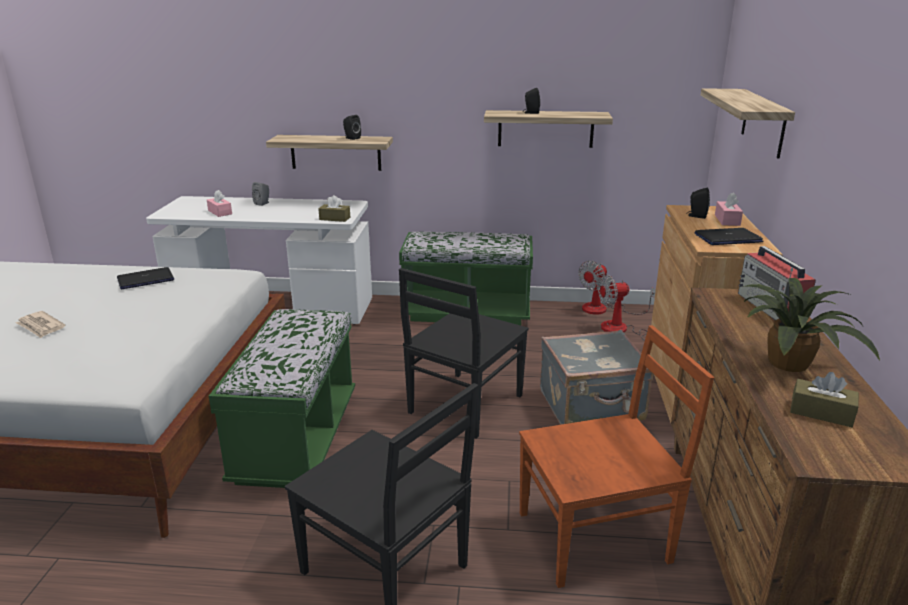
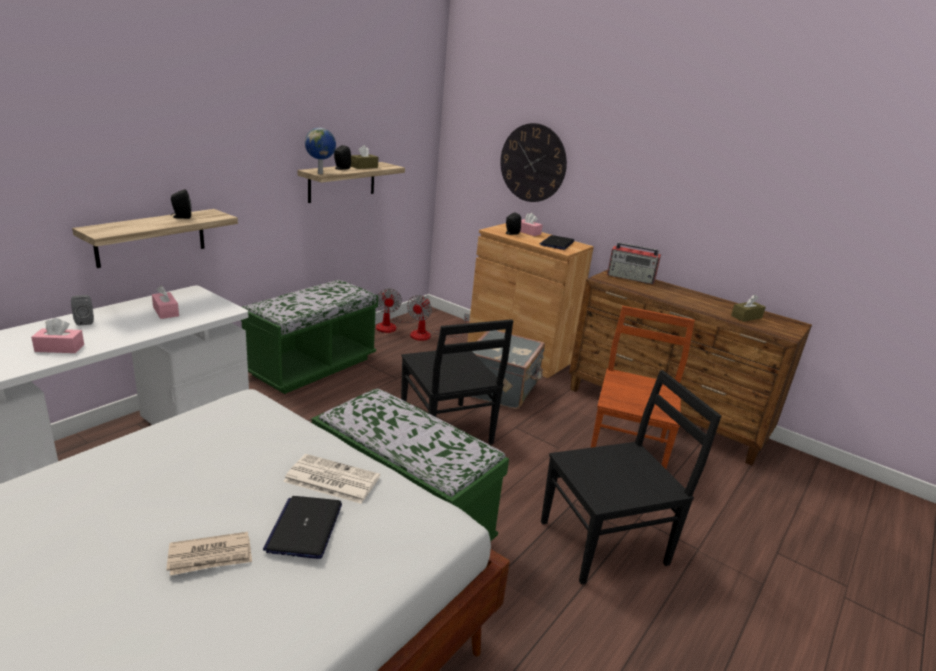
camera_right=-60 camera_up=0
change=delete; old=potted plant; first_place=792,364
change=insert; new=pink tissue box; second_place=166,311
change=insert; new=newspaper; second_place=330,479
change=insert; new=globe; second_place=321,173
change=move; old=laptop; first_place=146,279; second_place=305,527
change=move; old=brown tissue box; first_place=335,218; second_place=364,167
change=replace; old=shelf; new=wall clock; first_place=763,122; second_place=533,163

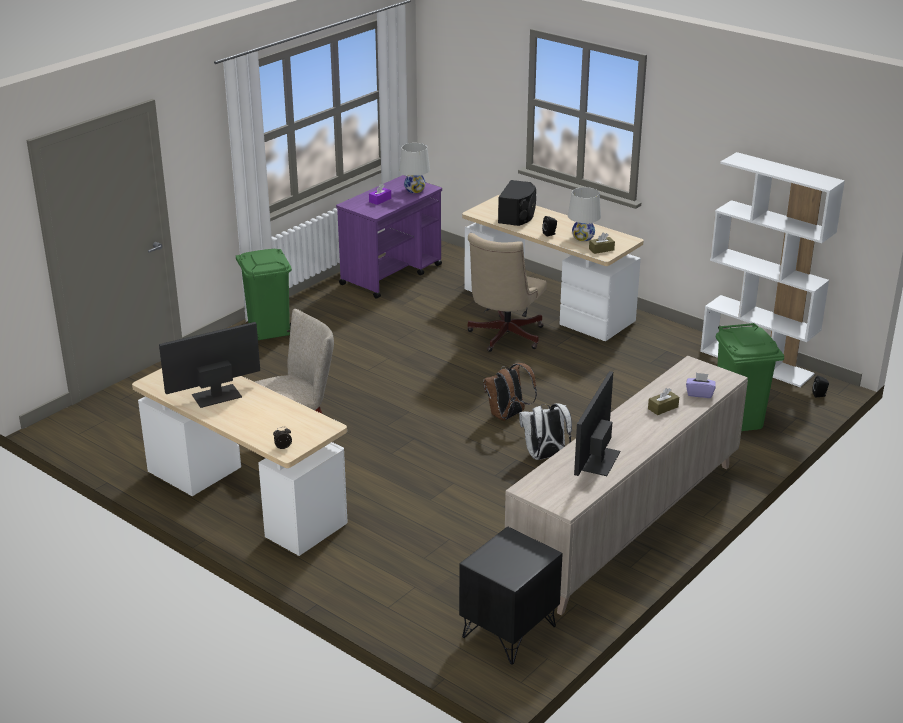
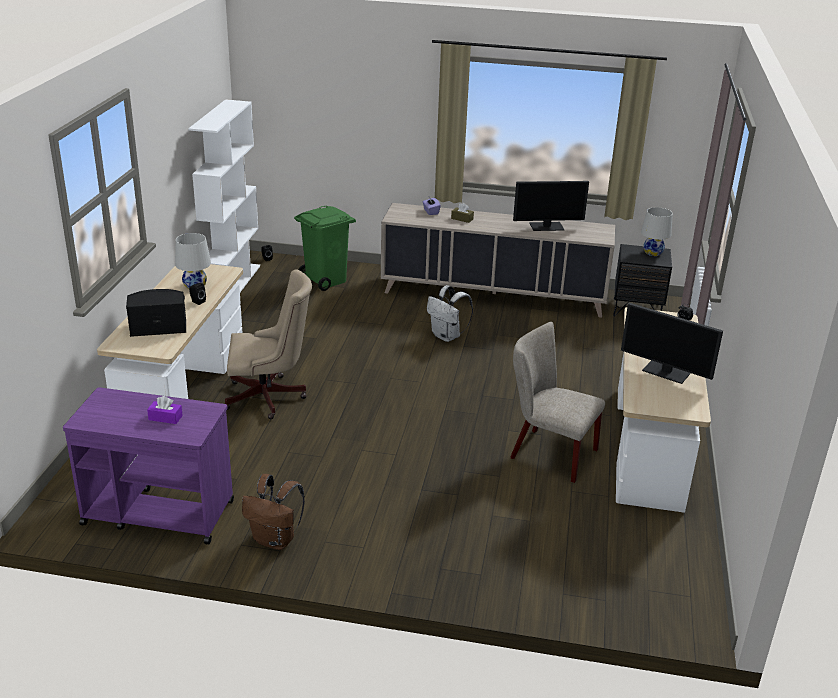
camera_right=-120 camera_up=0
change=delete; old=green trash can; first_place=270,332
change=delete; old=brown tissue box; first_place=601,249
change=move; old=white table lamp; first_place=415,190; second_place=653,253
change=move; old=brown backpack; first_place=507,416; second_place=275,540

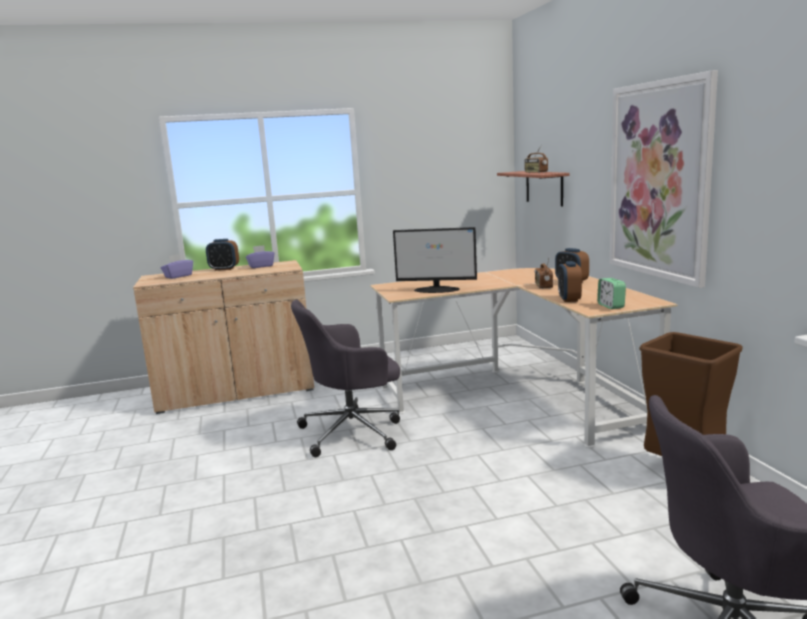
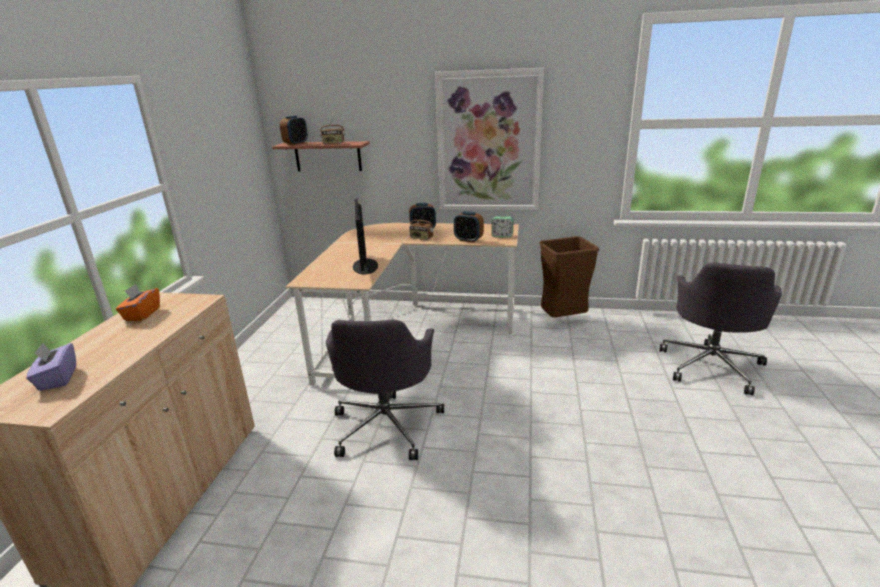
camera_right=-65 camera_up=10
change=move; old=alarm clock; first_place=224,269; second_place=296,144
change=recolor; old=purple tissue box; new=orange tissue box; first_place=261,266; second_place=142,314
change=rotate; old=monitor; first_place=437,290; second_place=365,266; degrees=135

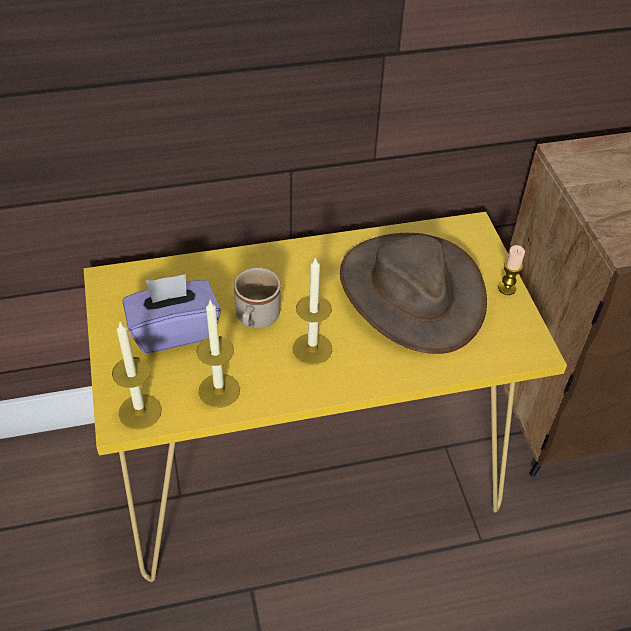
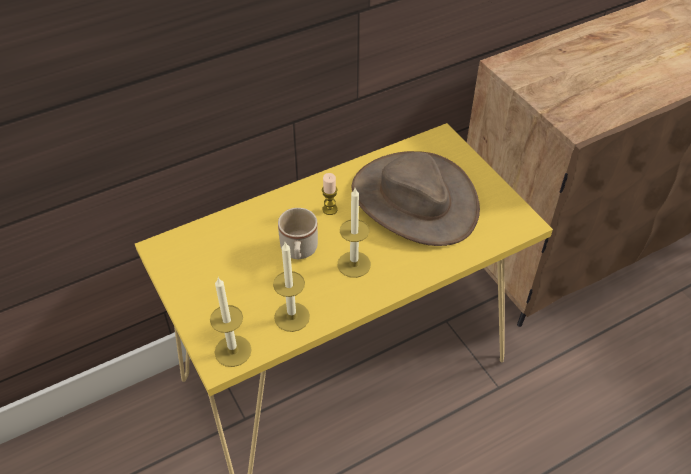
camera_right=-15 camera_up=0
change=delete; old=purple tissue box; first_place=174,330
change=move; old=candle; first_place=507,288; second_place=330,209

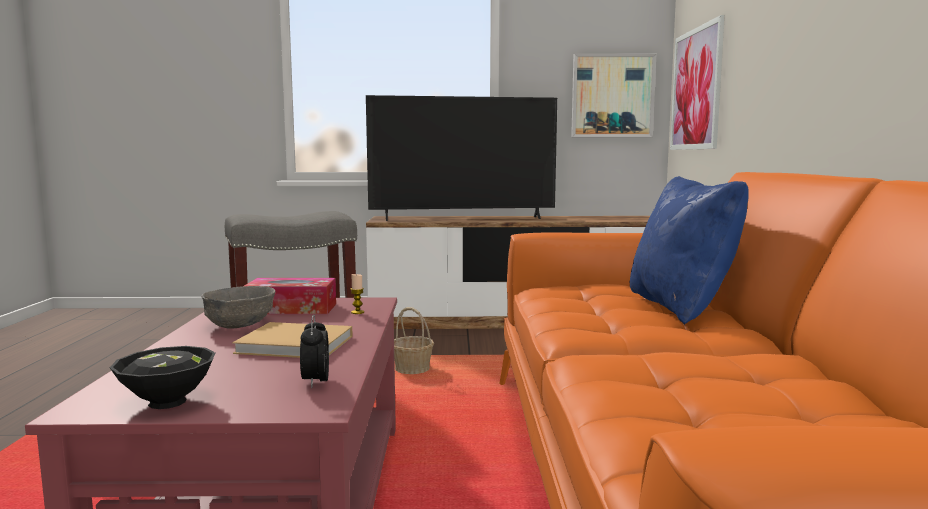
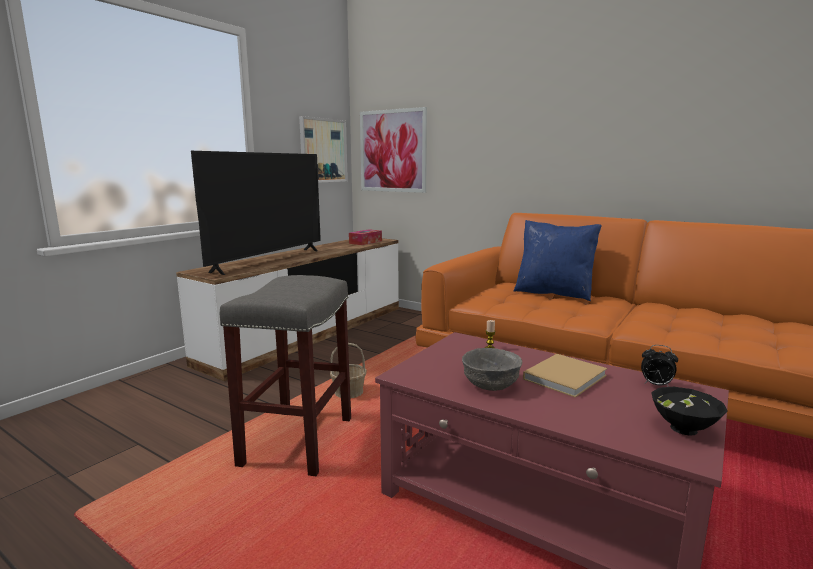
camera_right=-55 camera_up=5
change=move; old=tissue box; first_place=291,308; second_place=365,242

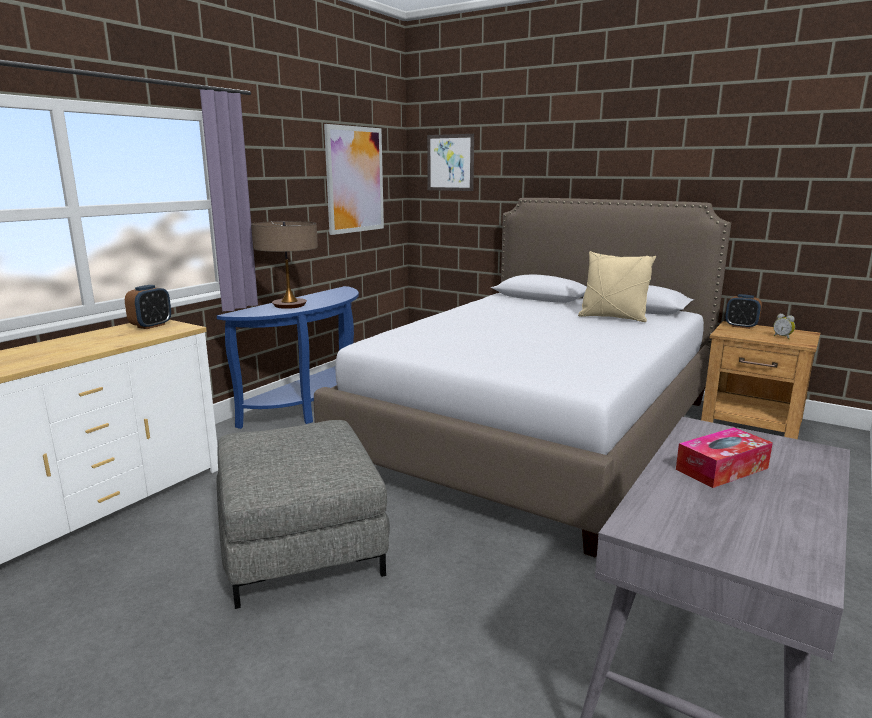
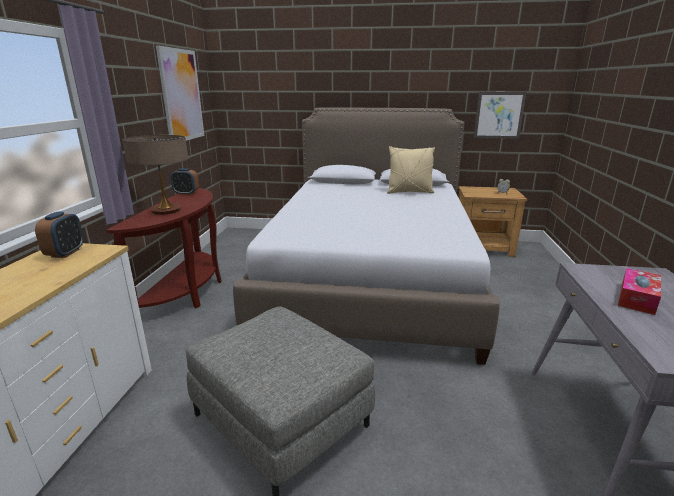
camera_right=-25 camera_up=5
change=move; old=picture; first_place=450,162; second_place=499,115
change=move; old=alarm clock; first_place=741,326; second_place=186,193
change=recolor; old=blue console table; new=brown console table; first_place=311,407; second_place=188,292

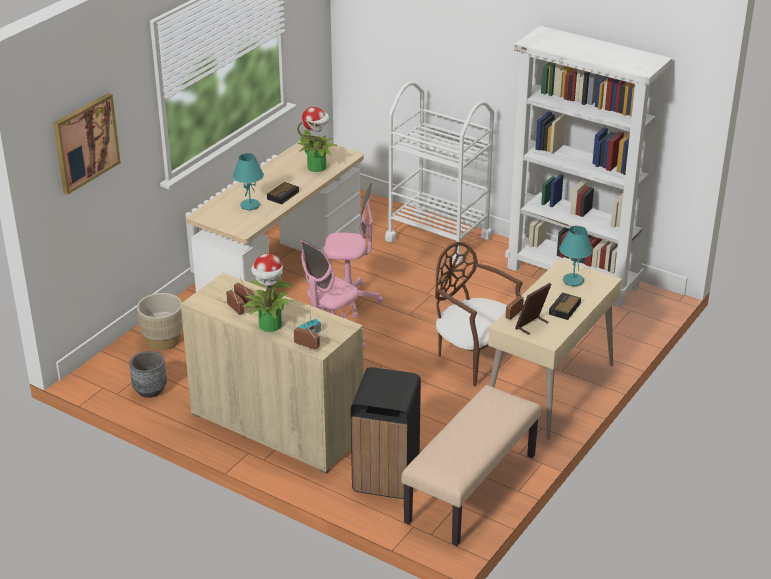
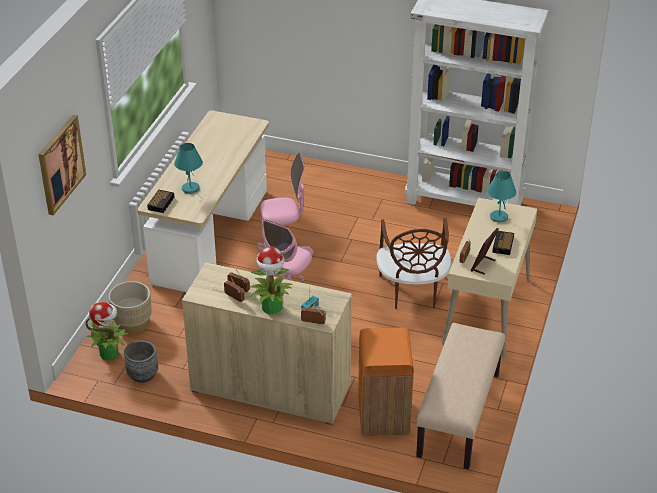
camera_right=-15 camera_up=5
change=delete; old=white cart; first_place=438,238
change=move; old=alarm clock; first_place=283,195; second_place=161,203
change=move; old=potted plant; first_place=317,167; second_place=110,353
change=recolor; old=black trash can; new=orange trash can; first_place=385,476; second_place=383,417
change=rotate; old=brown chair; first_place=474,357; second_place=412,292; degrees=-120

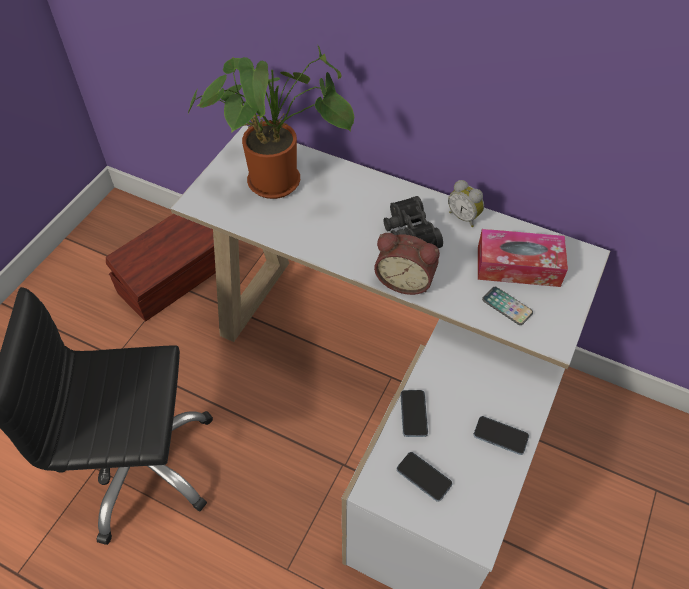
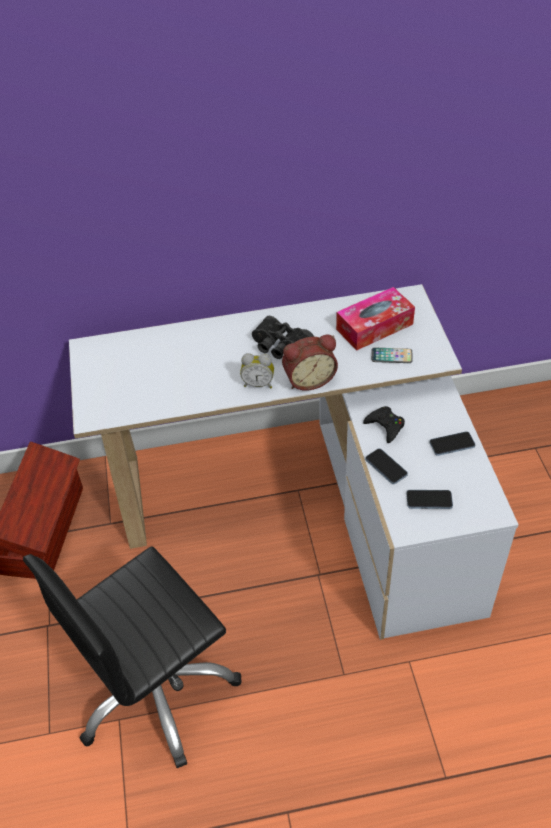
camera_right=-35 camera_up=-5
change=delete; old=potted plant; first_place=280,181
change=insert; new=black game controller; second_place=385,426
change=move; old=alarm clock; first_place=464,217; second_place=258,383

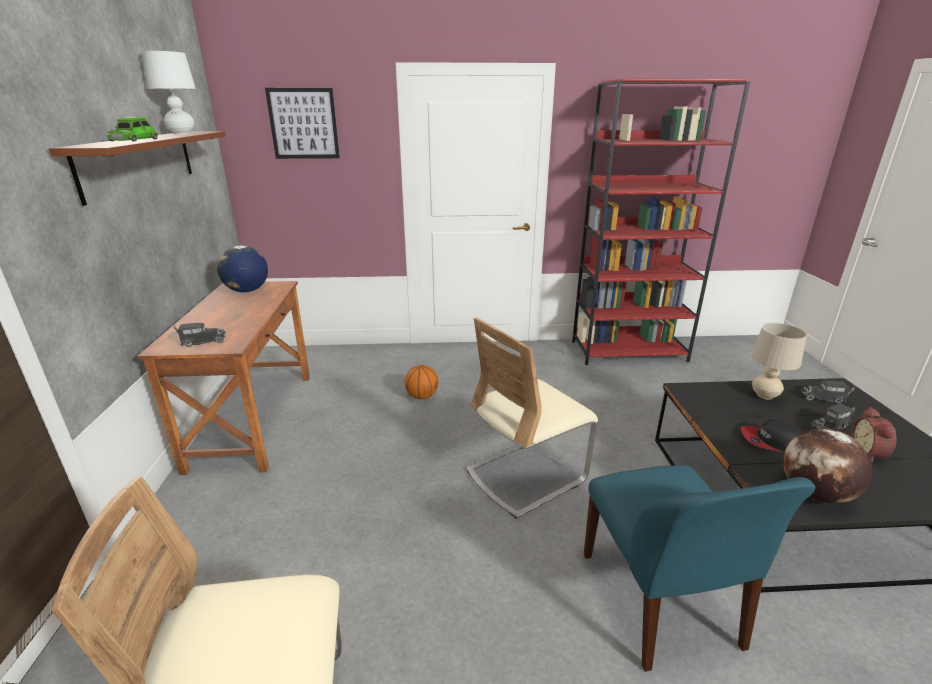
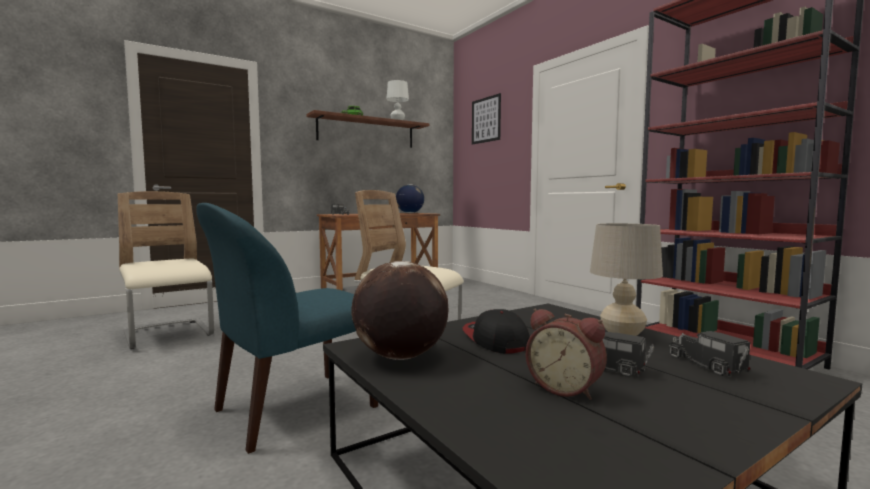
camera_right=60 camera_up=-20
change=delete; old=basketball; first_place=422,396
change=rotate; old=alarm clock; first_place=868,453; second_place=566,388; degrees=-120

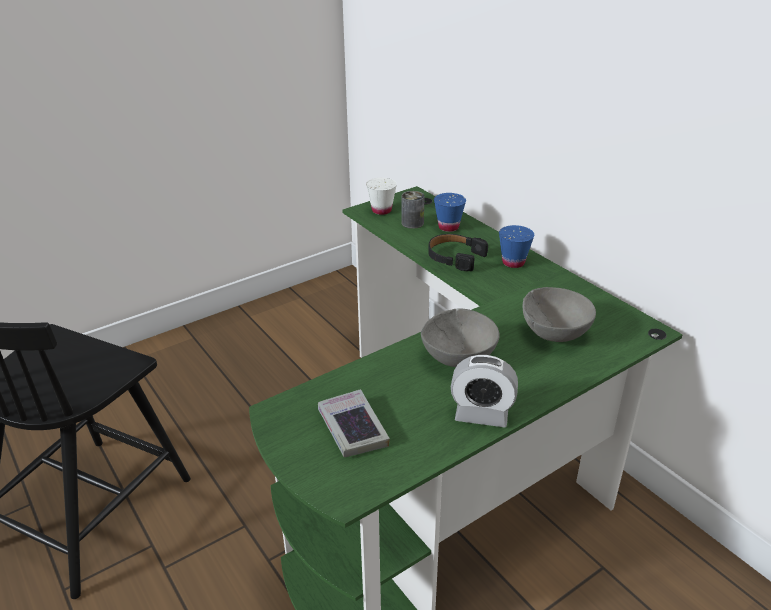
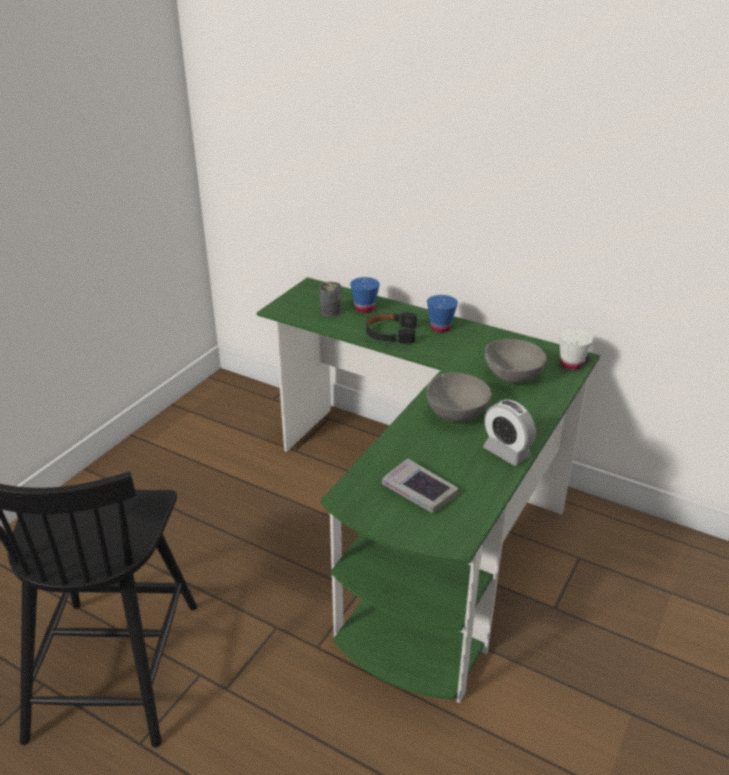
camera_right=-25 camera_up=0
change=move; old=white cup; first_place=381,210; second_place=571,364
change=rotate; old=alarm clock; first_place=481,415; second_place=506,452; degrees=60

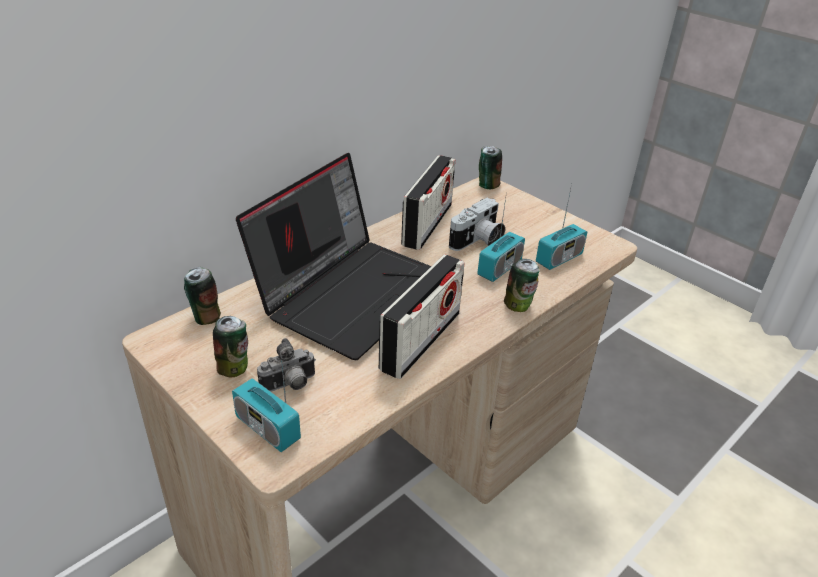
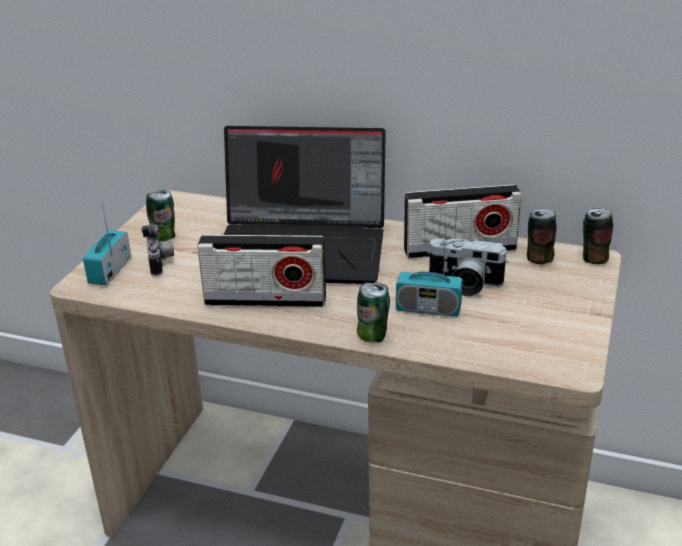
camera_right=65 camera_up=-5
change=delete; old=radio; first_place=559,258
change=move; old=can; first_place=205,317; second_place=539,258
change=rotate; old=photo camera; first_place=290,386; second_place=161,263; degrees=-135

